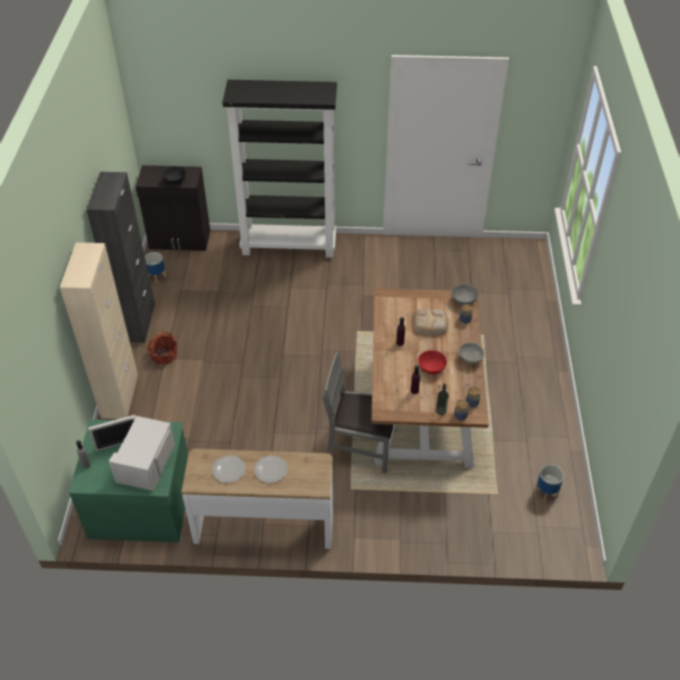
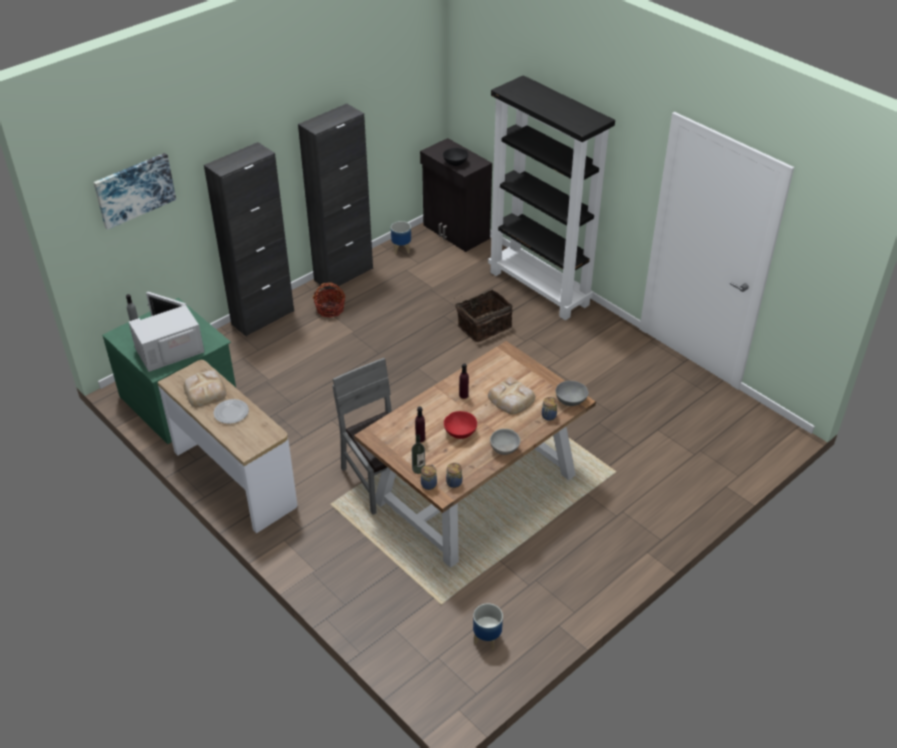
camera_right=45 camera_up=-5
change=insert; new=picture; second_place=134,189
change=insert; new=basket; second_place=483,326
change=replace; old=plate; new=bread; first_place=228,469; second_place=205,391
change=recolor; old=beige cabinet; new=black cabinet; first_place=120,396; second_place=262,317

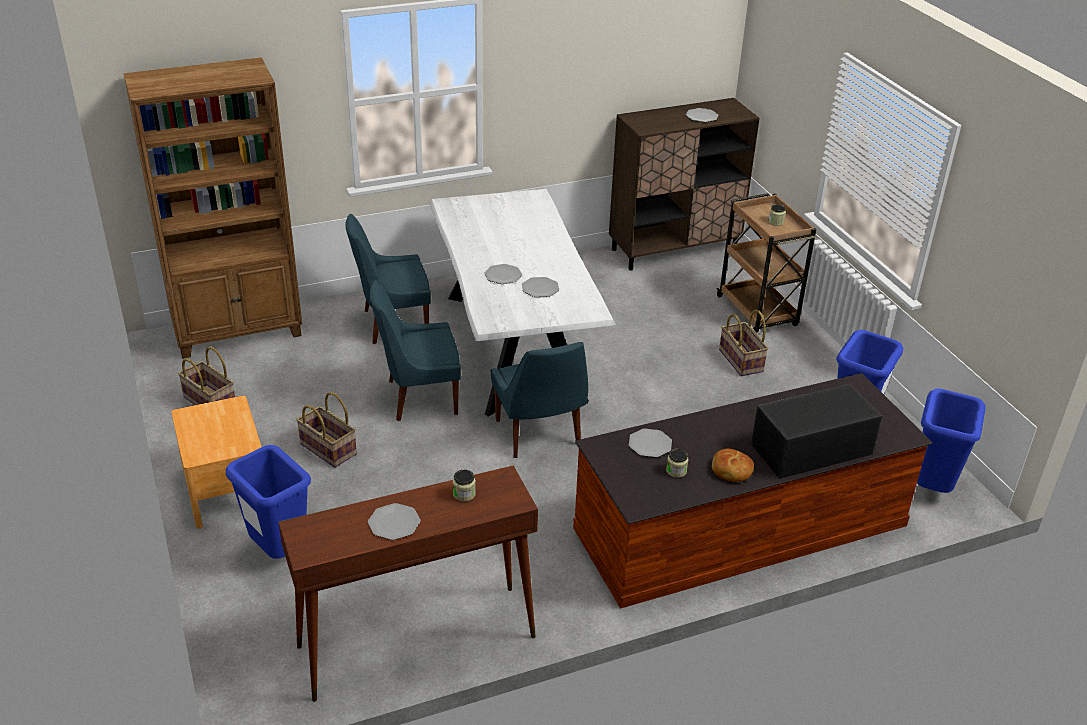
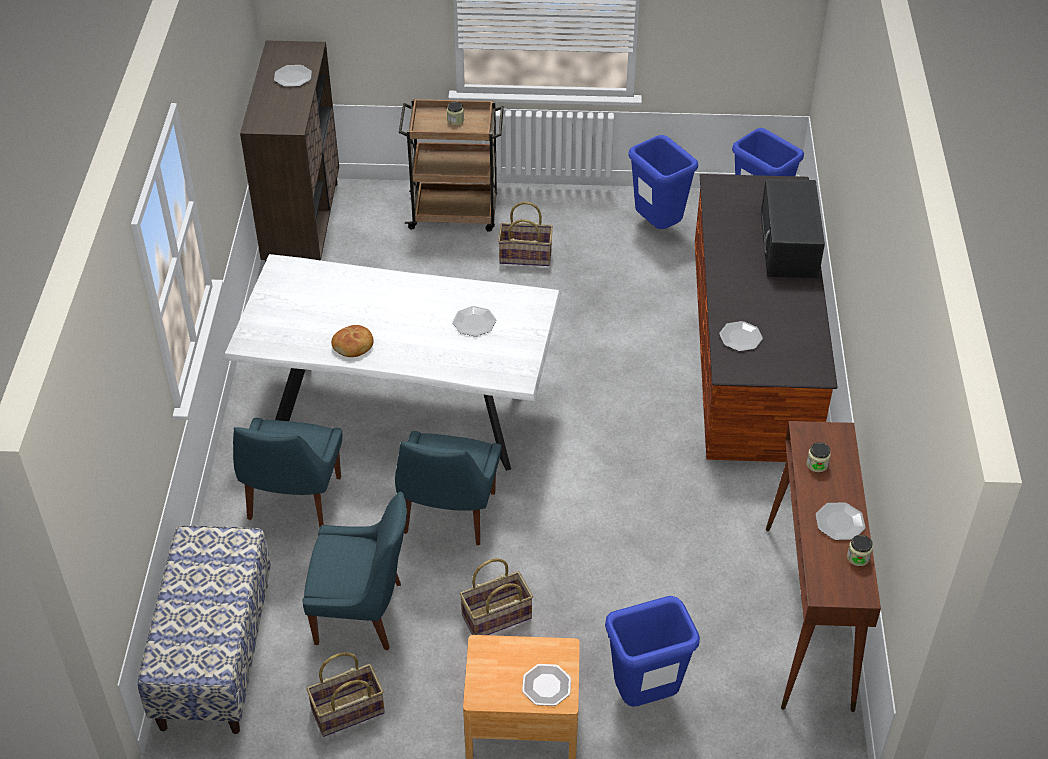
camera_right=-65 camera_up=10
change=move; old=plate; first_place=503,275; second_place=546,686
change=move; old=blue chair; first_place=539,435; second_place=363,613
change=move; old=jar; first_place=676,471; second_place=858,557
change=move; old=bread; first_place=731,471; second_place=353,346
change=replace; old=brown bookcase; new=bench; first_place=239,332; second_place=214,654

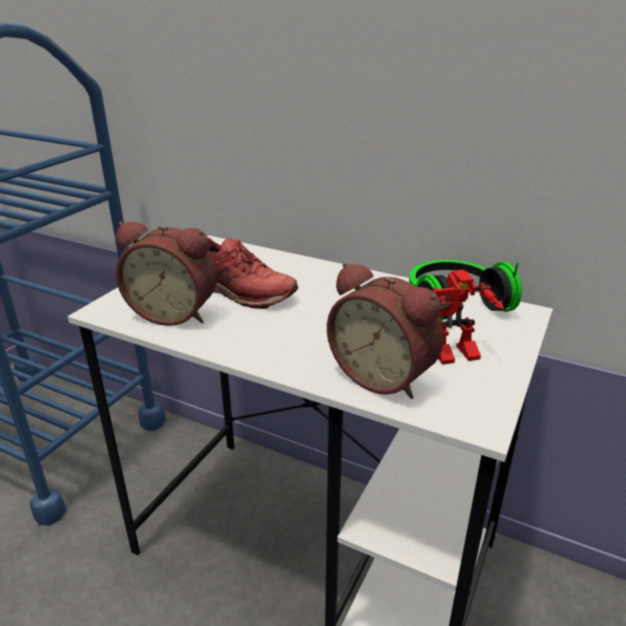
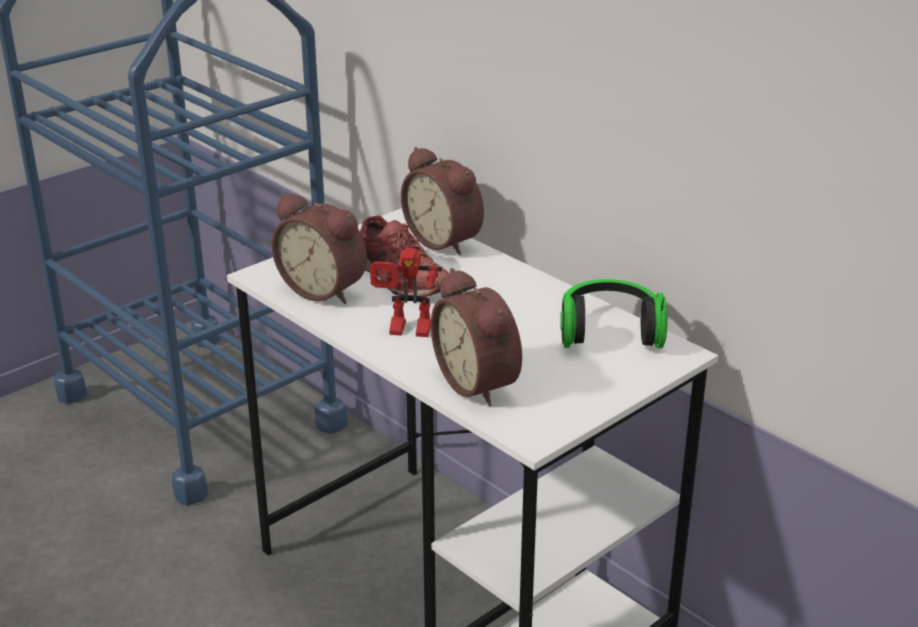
camera_right=20 camera_up=0
change=insert; new=alarm clock; second_place=446,240
change=move; old=toy robot; first_place=454,358; second_place=406,331

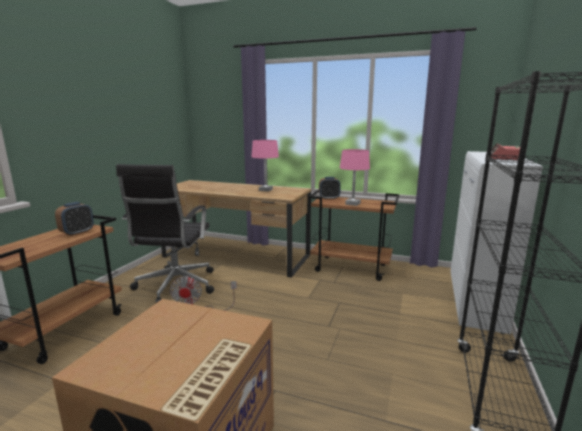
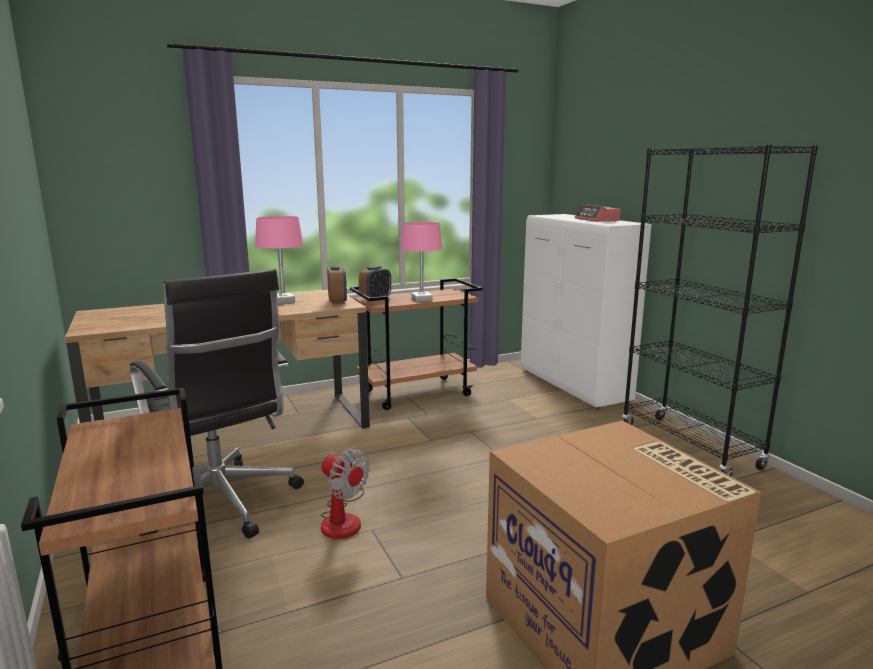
camera_right=-45 camera_up=0
change=move; old=alarm clock; first_place=77,232; second_place=337,301

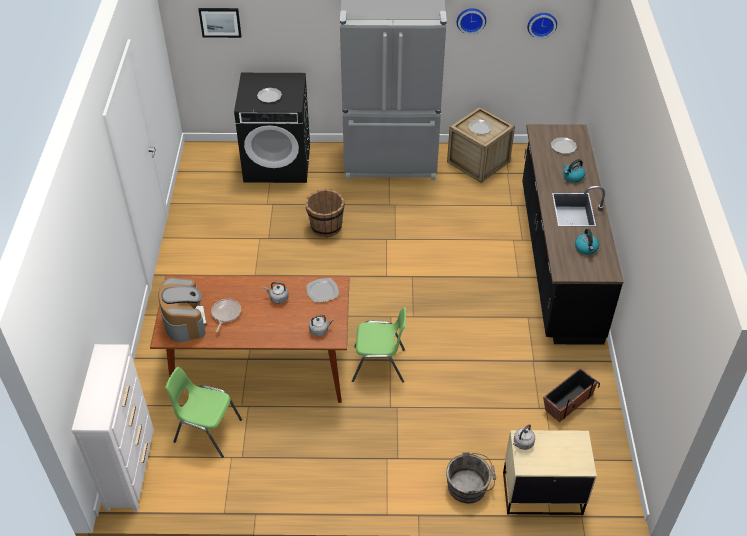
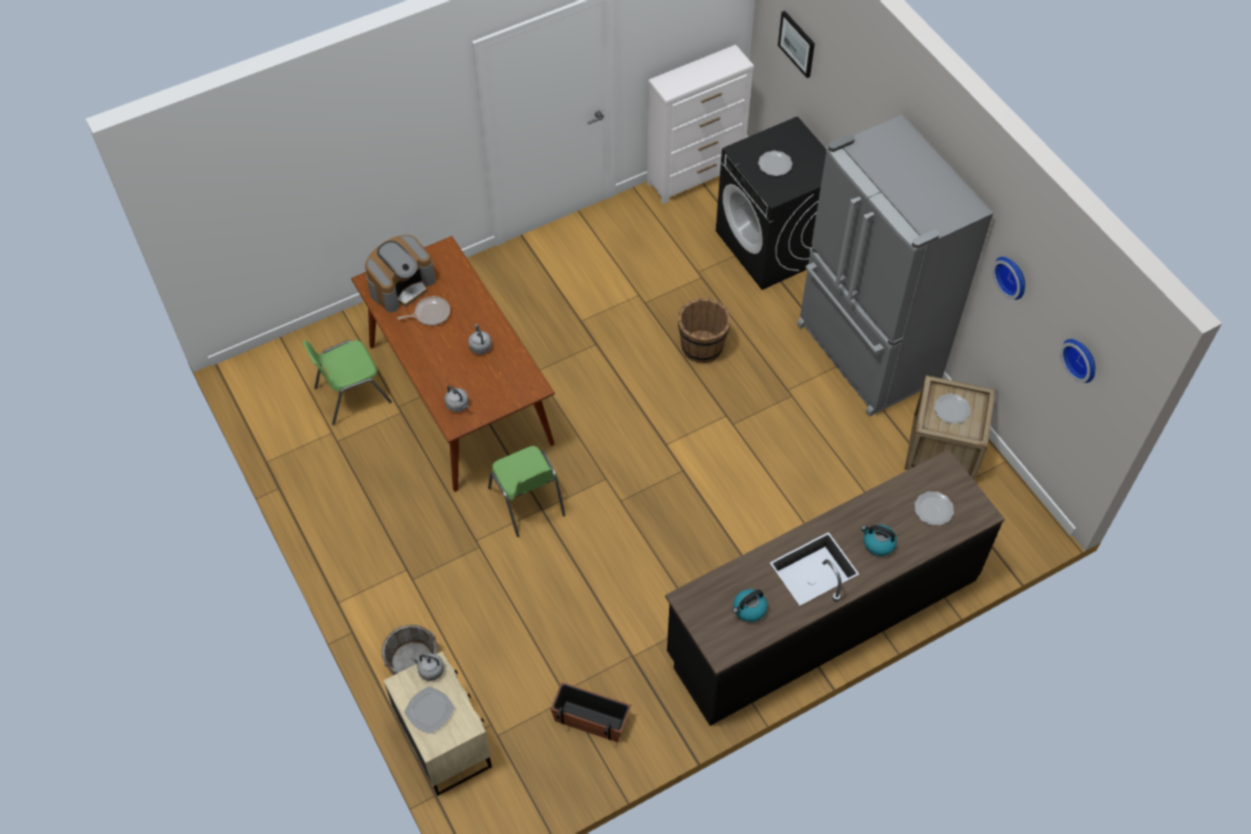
camera_right=60 camera_up=10
change=move; old=white dresser; first_place=130,468; second_place=696,176
change=move; old=plate; first_place=323,291; second_place=429,711
change=rotate; old=green chair; first_place=206,431; second_place=351,394; degrees=-105

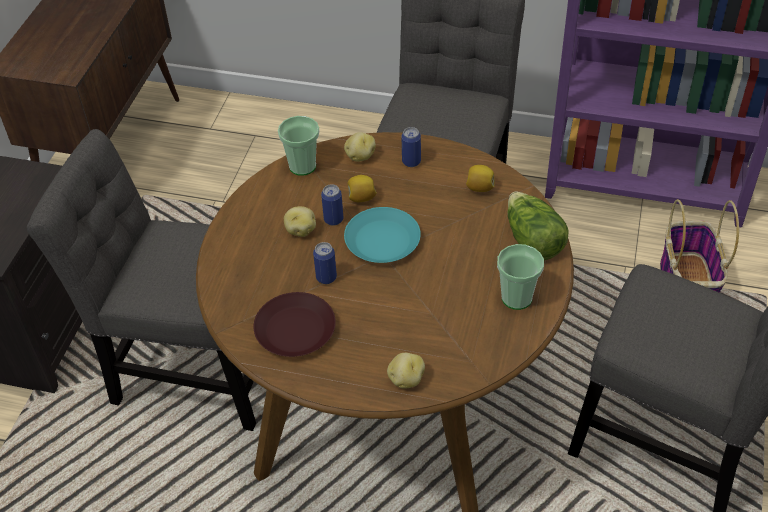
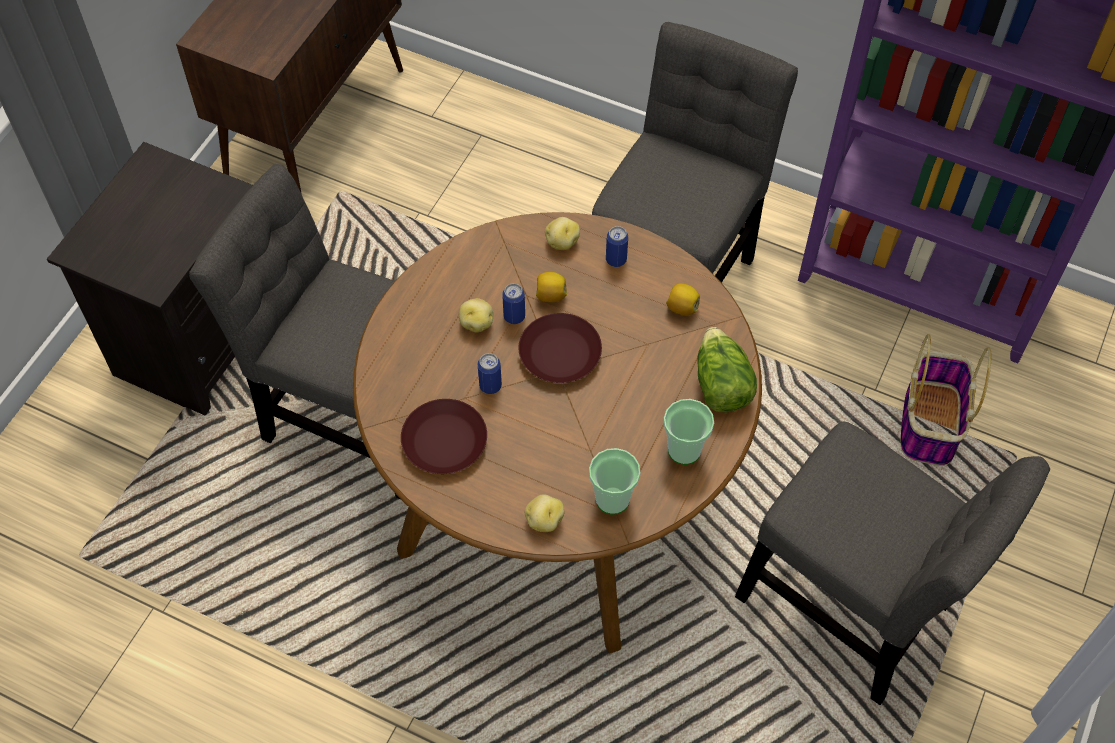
camera_right=10 camera_up=10
change=move; old=cup; first_place=302,166; second_place=612,499
change=recolor; old=turquoise plate; new=brown plate; first_place=383,240; second_place=561,353

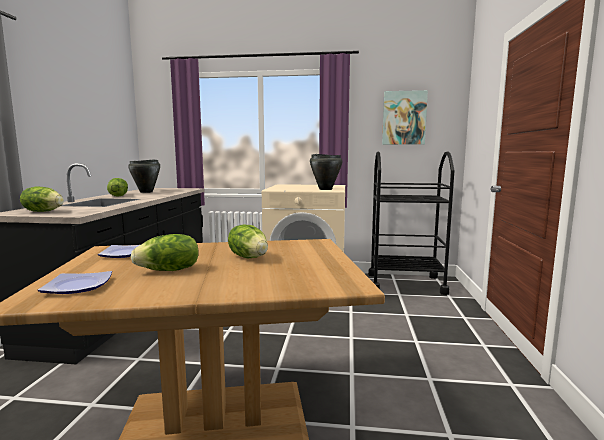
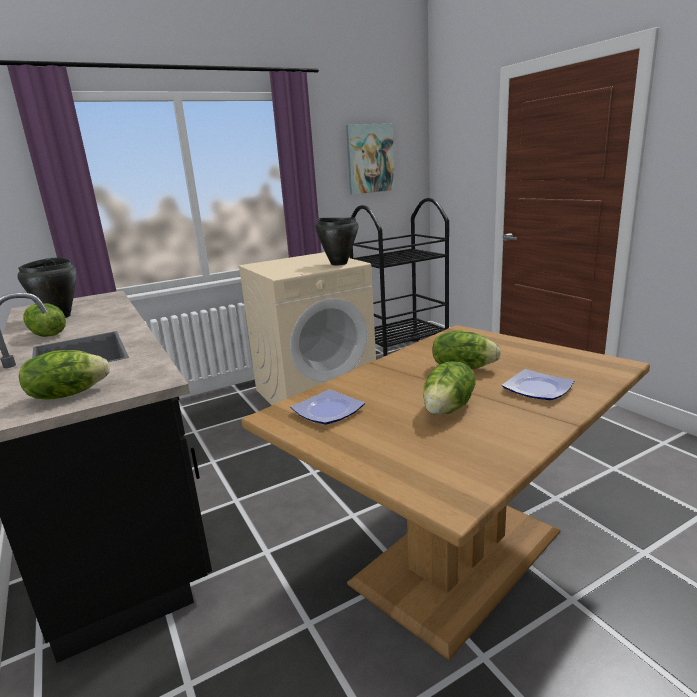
camera_right=-35 camera_up=10
change=move; old=plate; first_place=79,286; second_place=537,388

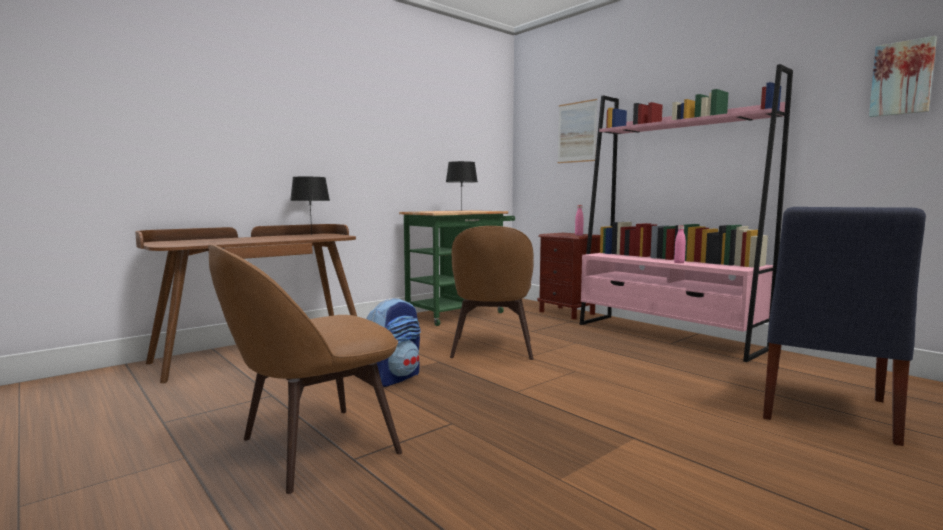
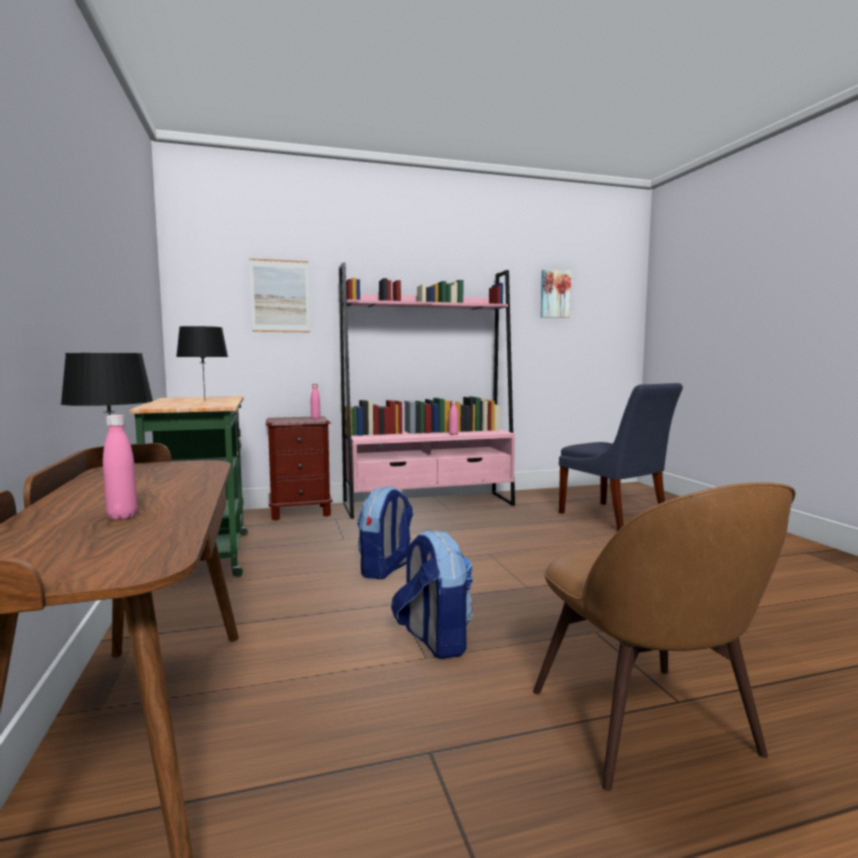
camera_right=-65 camera_up=0
change=insert; new=pink bottle; second_place=122,517
change=replace; old=brown chair; new=backpack; first_place=492,349; second_place=386,569

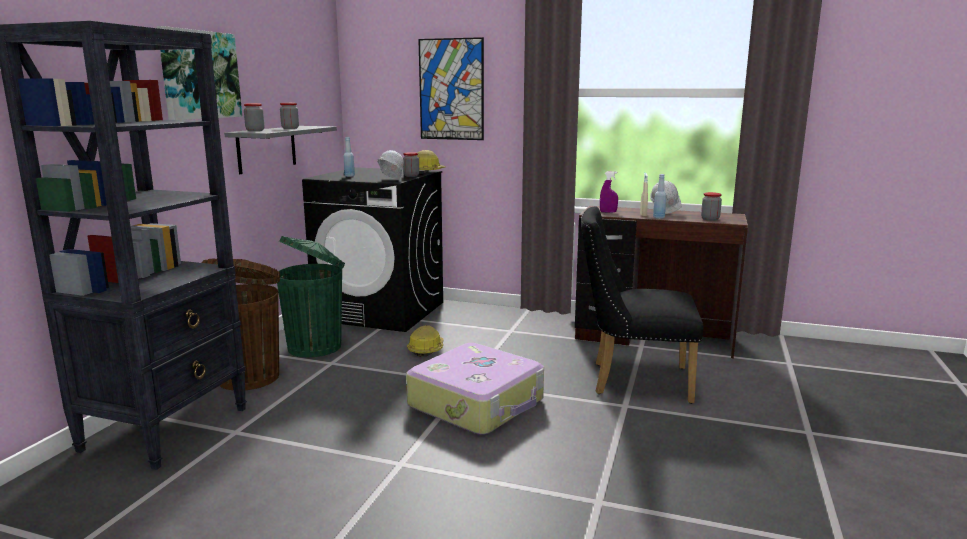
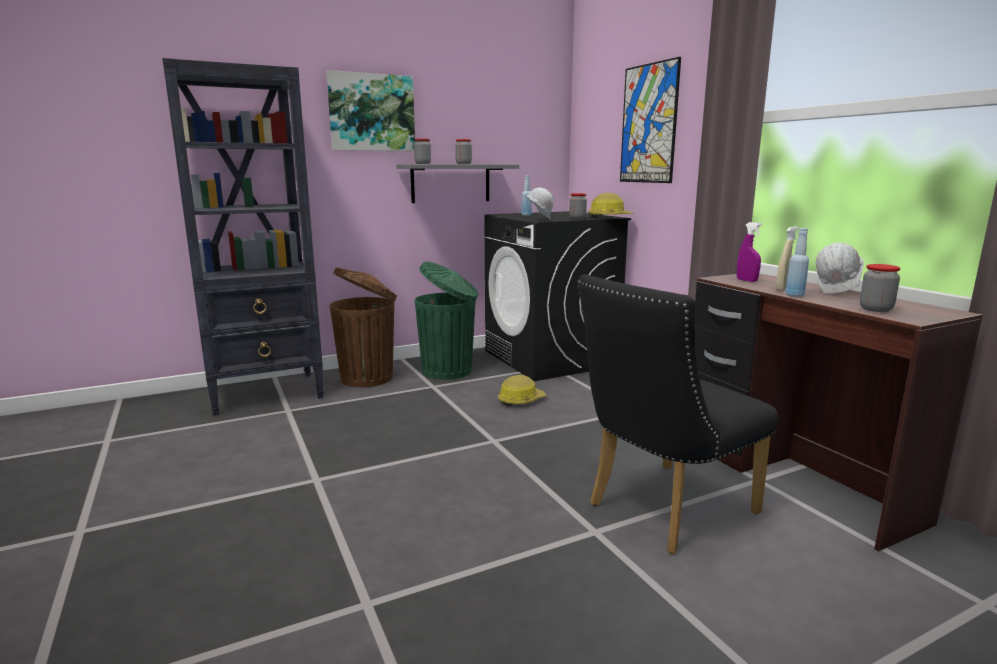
camera_right=45 camera_up=0
change=delete; old=suitcase; first_place=478,403
change=rotate; old=black chair; first_place=632,380; second_place=661,511; degrees=-90

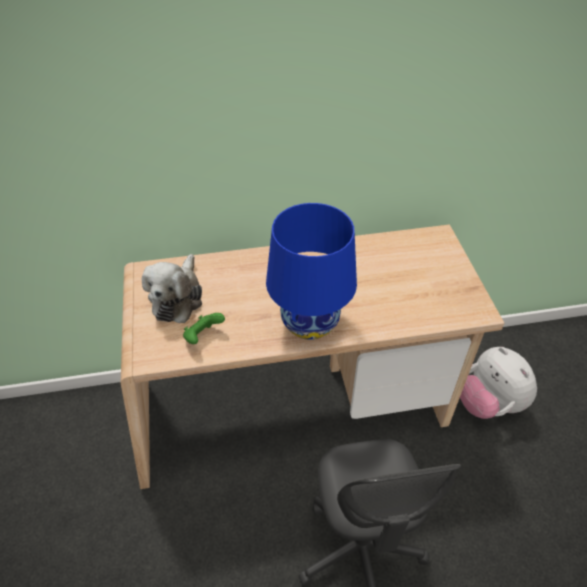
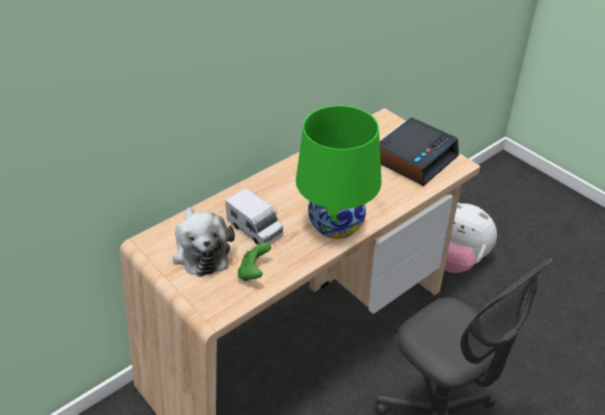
camera_right=-30 camera_up=-5
change=insert; new=toy truck; second_place=255,229
change=insert; new=alarm clock; second_place=414,158
change=recolor; old=blue table lamp; new=green table lamp; first_place=310,322; second_place=336,224

